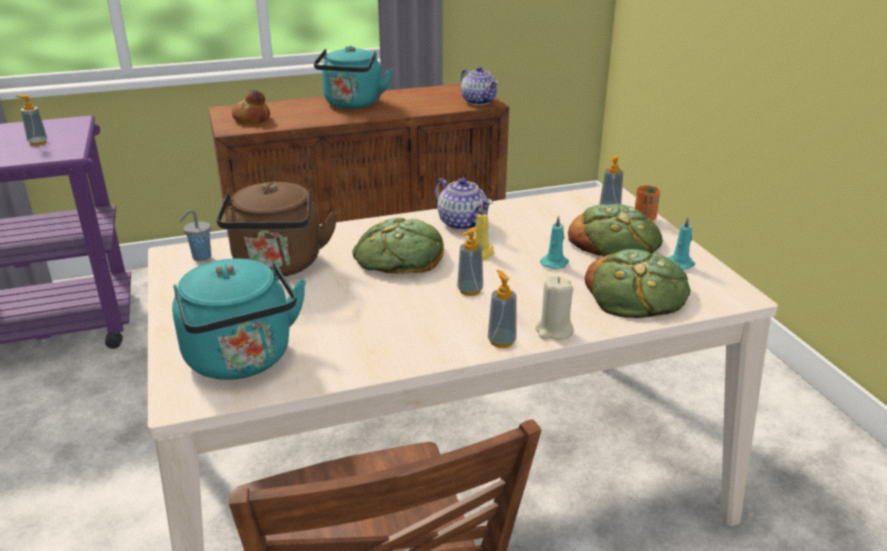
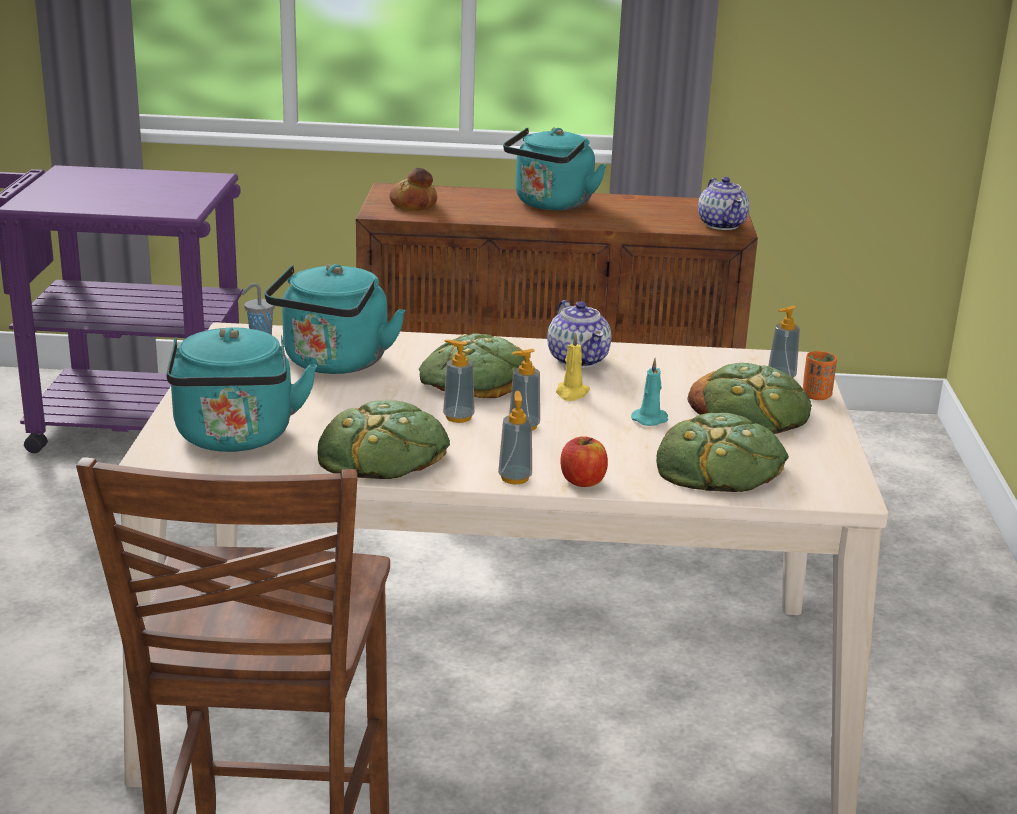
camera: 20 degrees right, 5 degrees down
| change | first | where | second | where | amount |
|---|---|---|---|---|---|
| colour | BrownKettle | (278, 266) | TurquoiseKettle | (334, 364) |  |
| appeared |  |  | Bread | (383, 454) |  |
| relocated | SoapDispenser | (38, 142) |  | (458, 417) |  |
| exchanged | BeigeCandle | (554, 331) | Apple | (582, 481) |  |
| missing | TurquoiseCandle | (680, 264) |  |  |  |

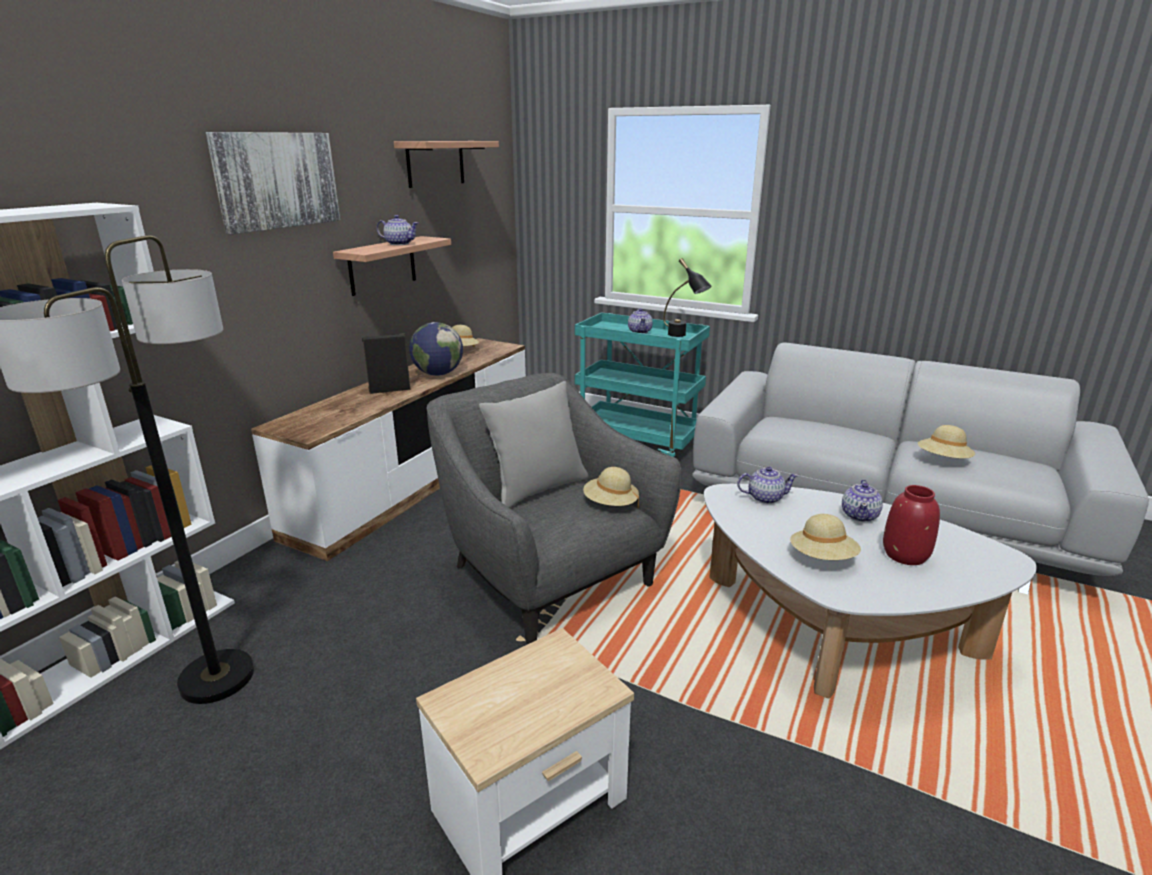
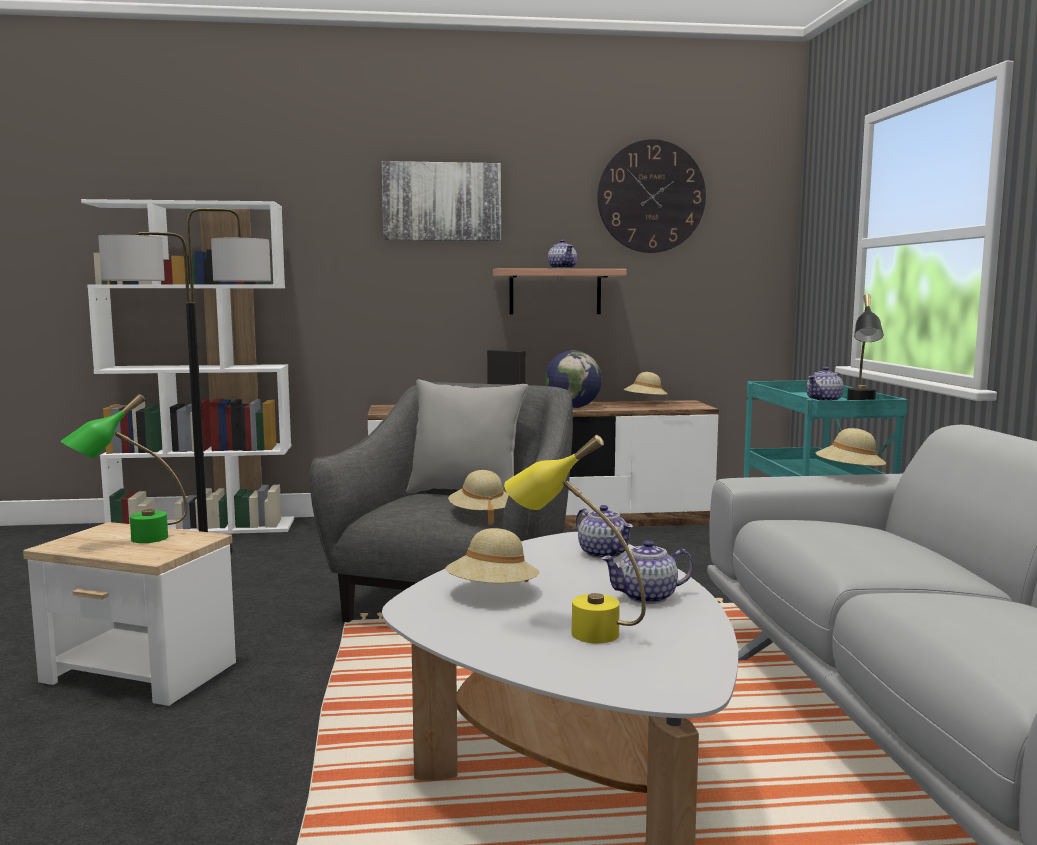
camera: 55 degrees right, 15 degrees down
| change | first | where | second | where | amount |
|---|---|---|---|---|---|
| appeared |  |  | GreenTableLamp | (131, 541) |  |
| exchanged | RedVase | (906, 555) | YellowTableLamp | (573, 629) |  |
| exchanged | Shelf | (435, 163) | WallClock | (651, 196) |  |
| relocated | BeigeHat | (943, 460) |  | (849, 474) |  |

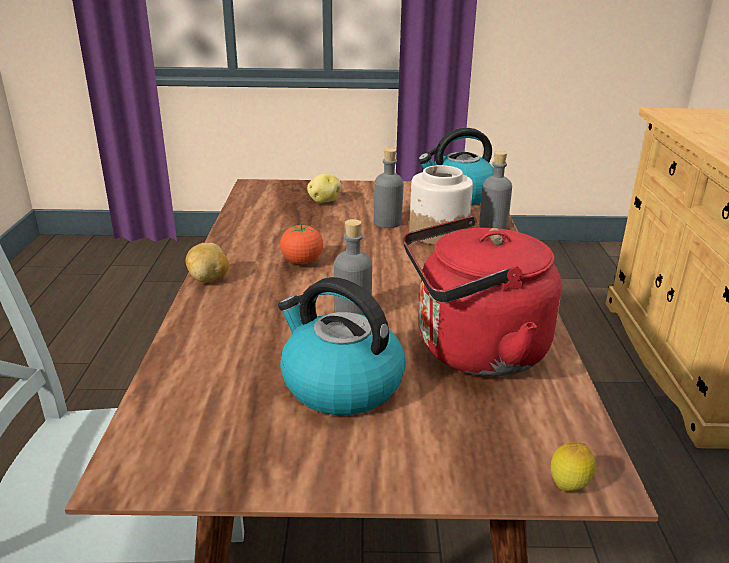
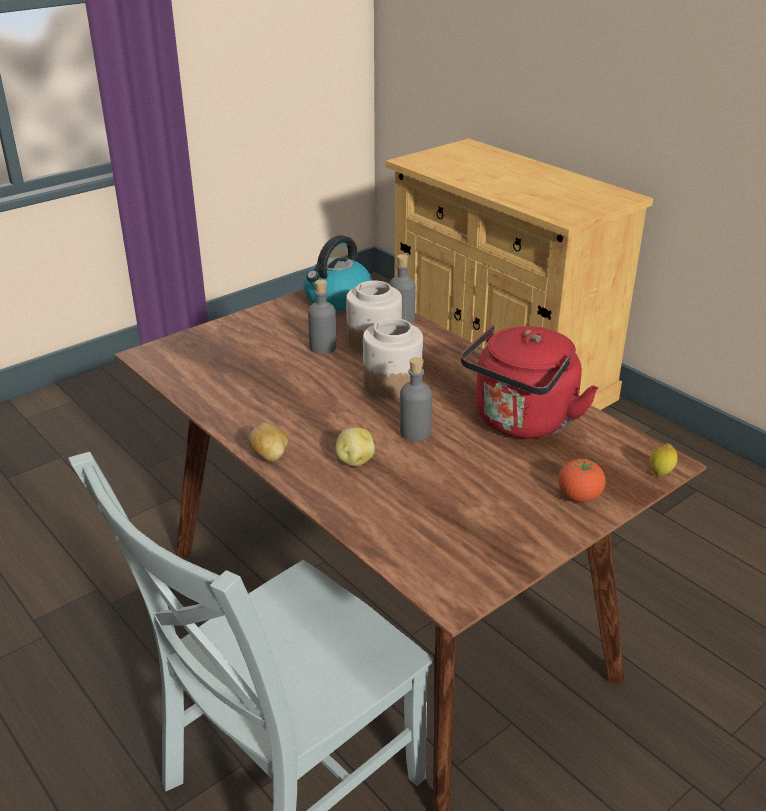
camera: 40 degrees left, 5 degrees up
| change | first | where | second | where | amount |
|---|---|---|---|---|---|
| relocated | Potato | (324, 201) |  | (354, 460) |  |
| appeared |  |  | Jar | (391, 383) |  |
| relocated | Tomato | (302, 262) |  | (579, 497) |  |
| missing | Kettle | (340, 384) |  |  |  |

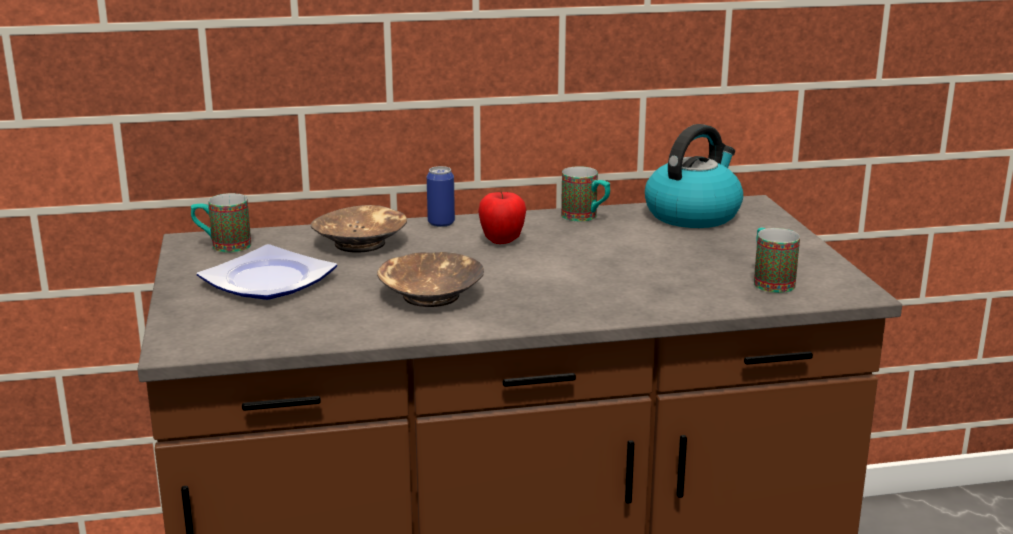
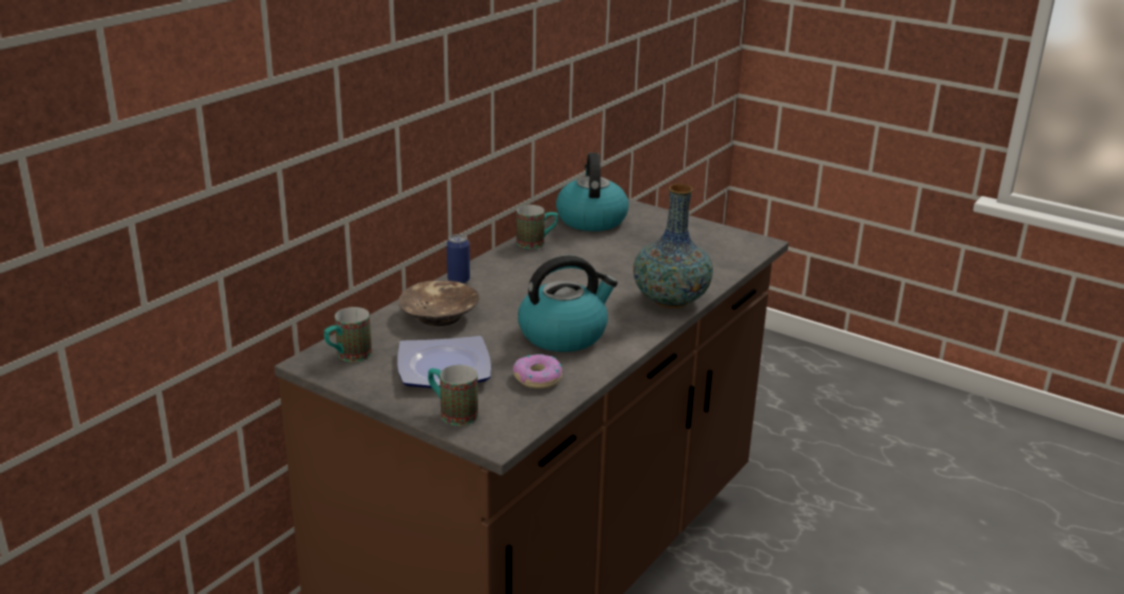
camera: 45 degrees left, 5 degrees up
| change | first | where | second | where | amount |
|---|---|---|---|---|---|
| relocated | Mug | (769, 281) |  | (452, 413) |  |
| appeared |  |  | Donut | (537, 378) |  |
| exchanged | BrownBowl | (430, 295) | Kettle | (564, 334) |  |
| appeared |  |  | Vase | (670, 300) |  |
| missing | Apple | (502, 241) |  |  |  |

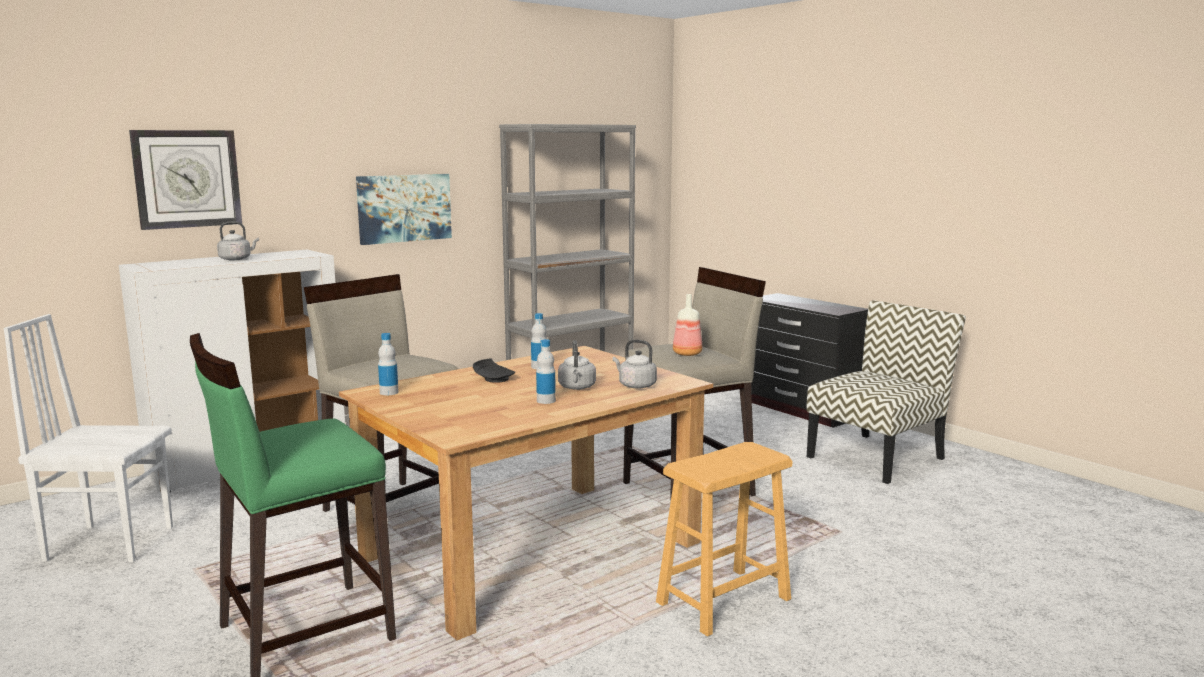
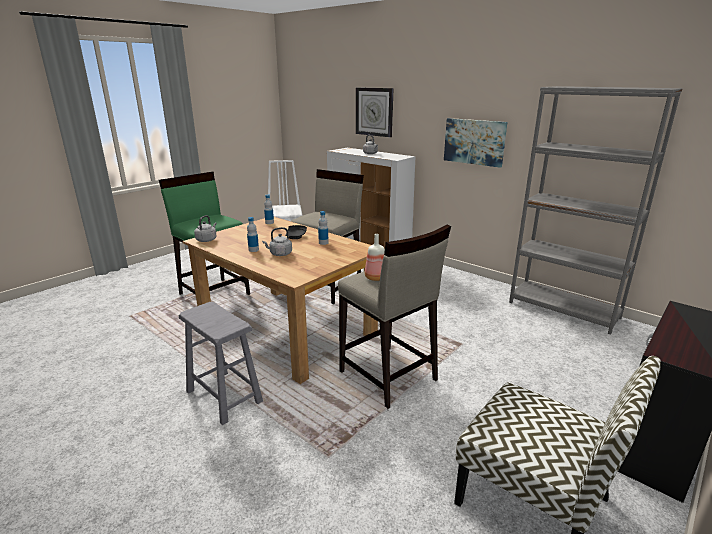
camera: 80 degrees right, 10 degrees up
| change | first | where | second | where | amount |
|---|---|---|---|---|---|
| colour | BrownStool | (724, 601) | GreyStool | (224, 397) |  |
| relocated | GreyKettle | (635, 385) |  | (207, 240) |  |

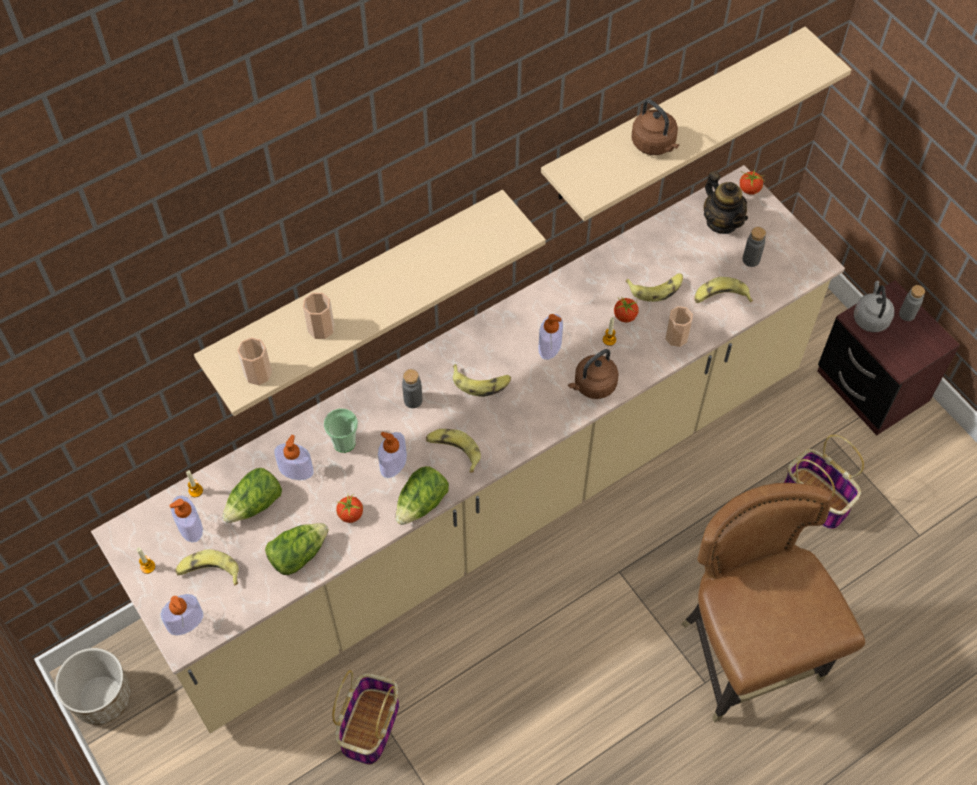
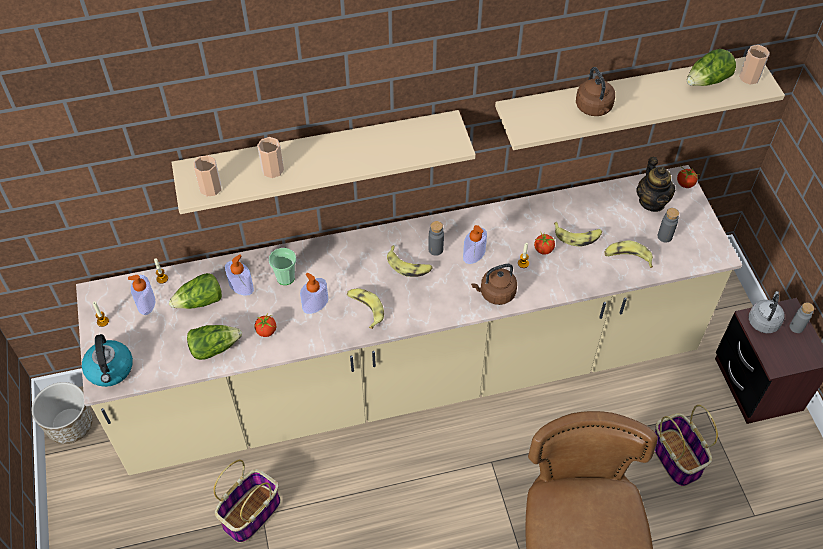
camera: 20 degrees right, 5 degrees down
| change | first | where | second | where | amount |
|---|---|---|---|---|---|
| exchanged | SoapDispenser | (185, 622) | Kettle | (110, 370) |  |
| relocated | GreyBottle | (413, 400) |  | (435, 249) |  |
| relocated | Lettuce | (422, 503) |  | (707, 81) |  |
| relocated | Cup | (676, 337) |  | (749, 77) |  |
| missing | Banana | (208, 571) |  |  |  |

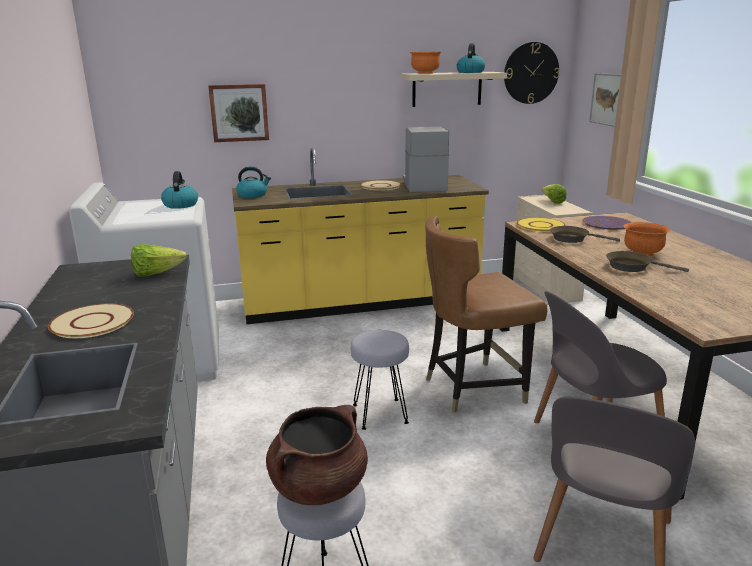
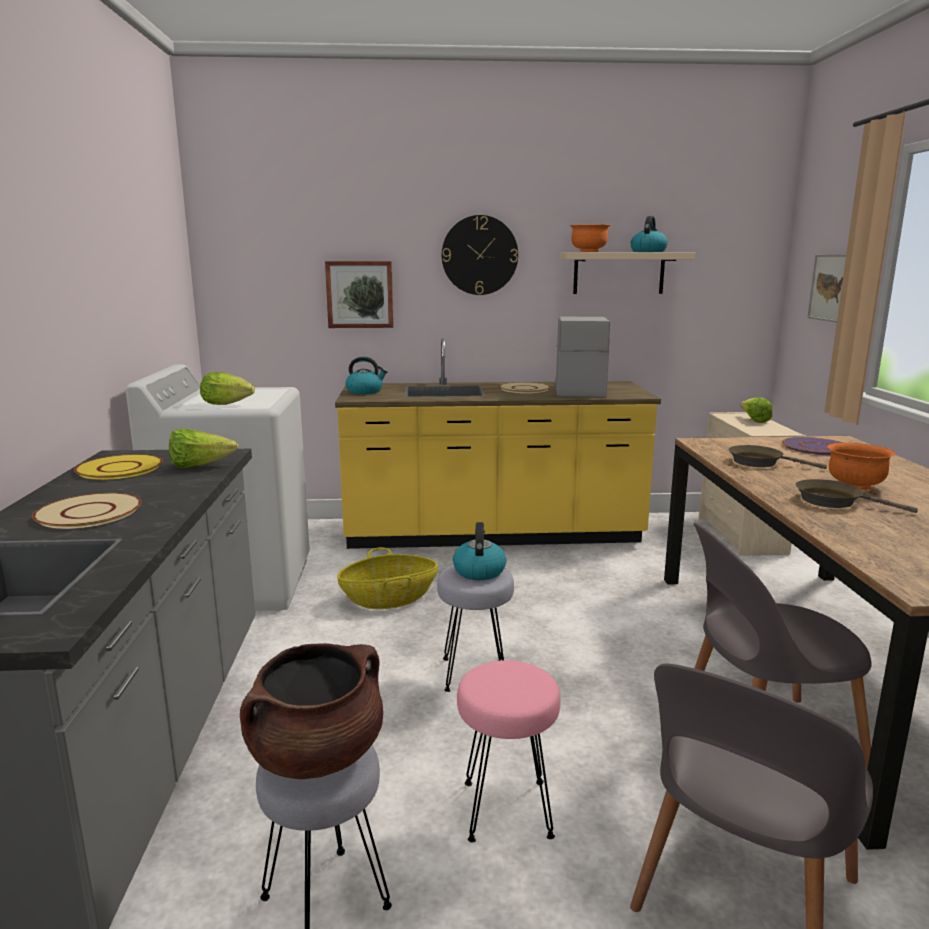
camera: 10 degrees right, 5 degrees down
| change | first | where | second | where | amount |
|---|---|---|---|---|---|
| relocated | YellowPlate | (540, 225) |  | (120, 468) |  |
| appeared |  |  | Lettuce | (226, 404) |  |
| appeared |  |  | Basket | (389, 598) |  |
| relocated | WallClock | (531, 73) |  | (479, 255) |  |
| relocated | Kettle | (180, 205) |  | (479, 571) |  |
| appeared |  |  | PinkStool | (505, 809) |  |
| missing | BrownChair | (473, 388) |  |  |  |

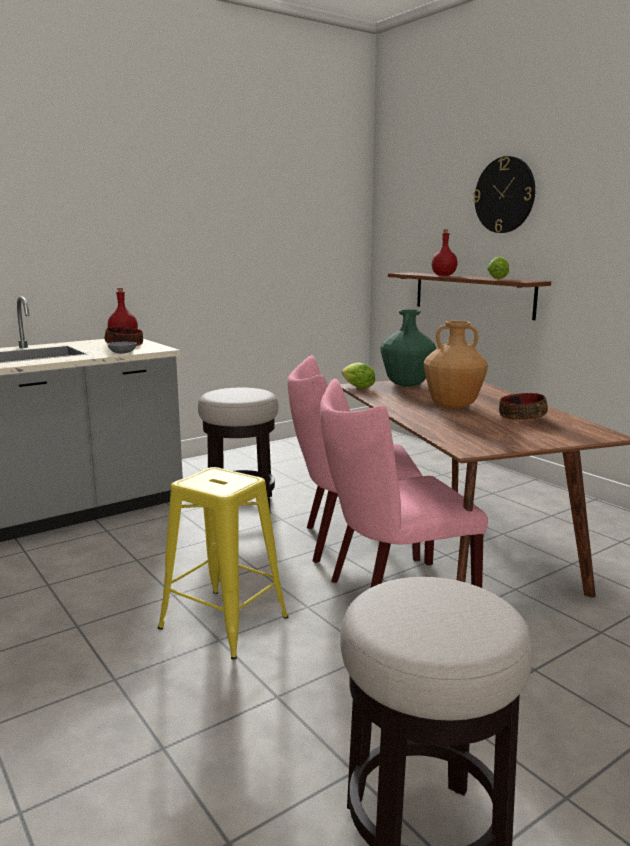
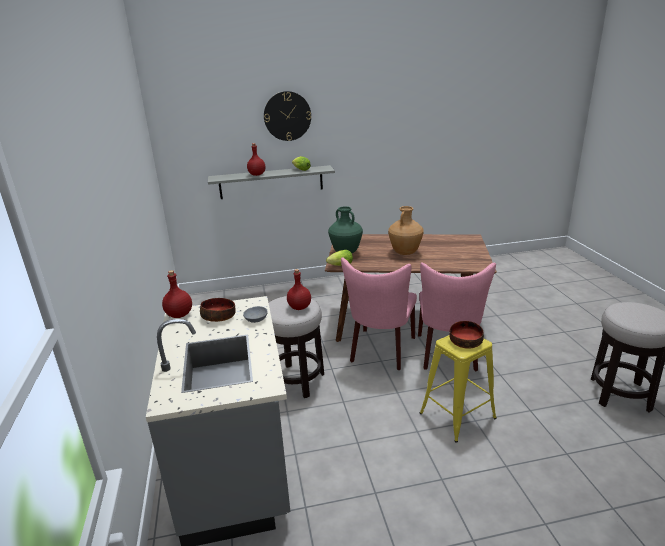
camera: 65 degrees left, 10 degrees up
| change | first | where | second | where | amount |
|---|---|---|---|---|---|
| colour | BrownShelf | (472, 294) | GreyShelf | (271, 182) |  |
| appeared |  |  | RedBottle | (299, 307) |  |
| relocated | Bowl | (521, 417) |  | (465, 341) |  |

